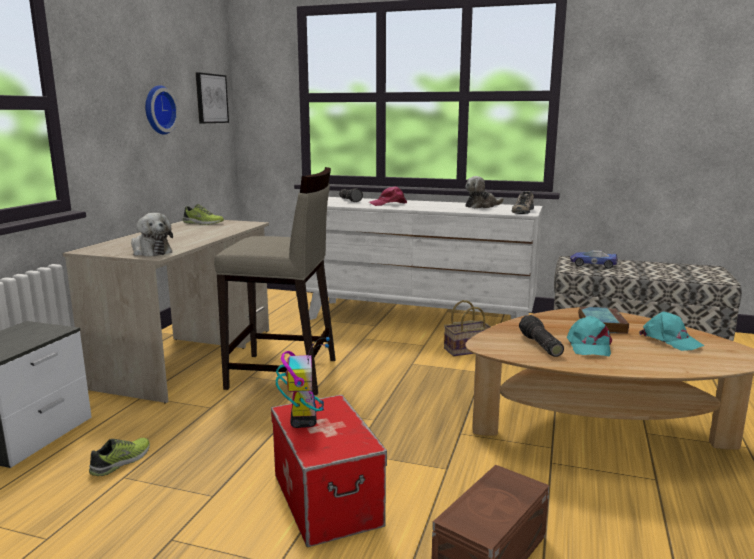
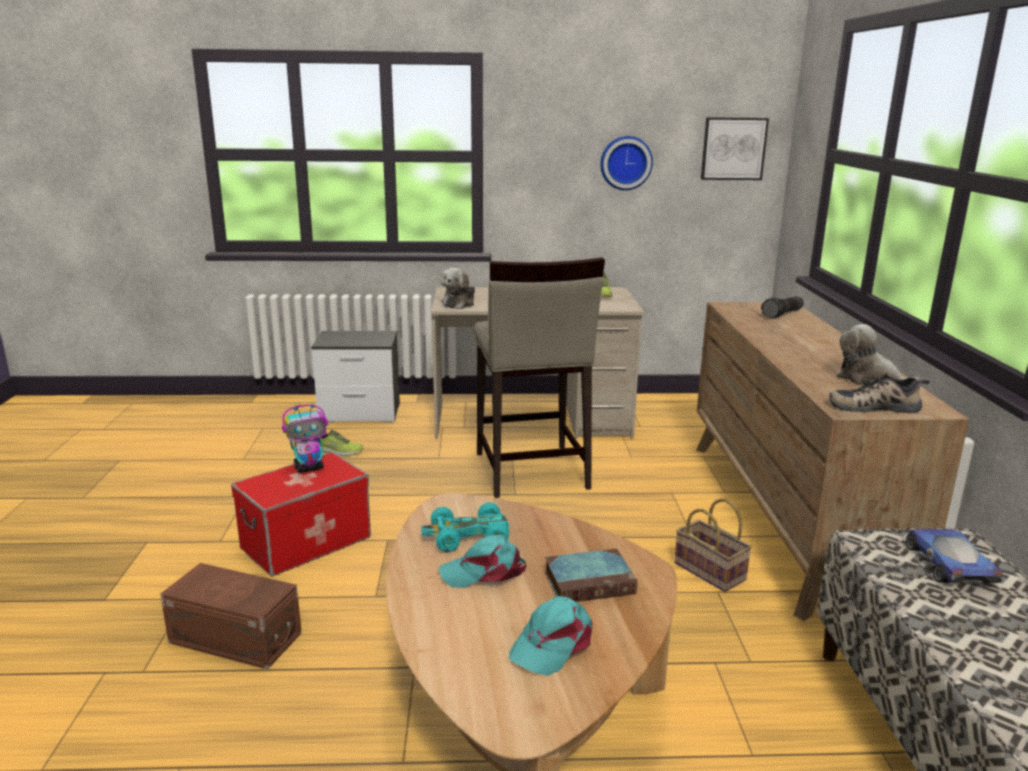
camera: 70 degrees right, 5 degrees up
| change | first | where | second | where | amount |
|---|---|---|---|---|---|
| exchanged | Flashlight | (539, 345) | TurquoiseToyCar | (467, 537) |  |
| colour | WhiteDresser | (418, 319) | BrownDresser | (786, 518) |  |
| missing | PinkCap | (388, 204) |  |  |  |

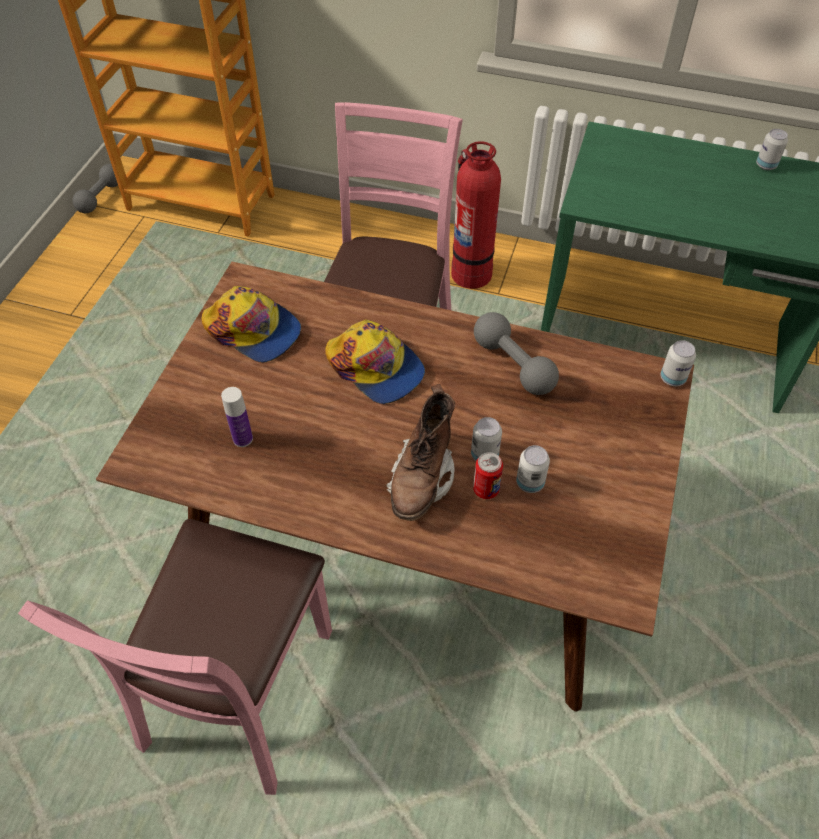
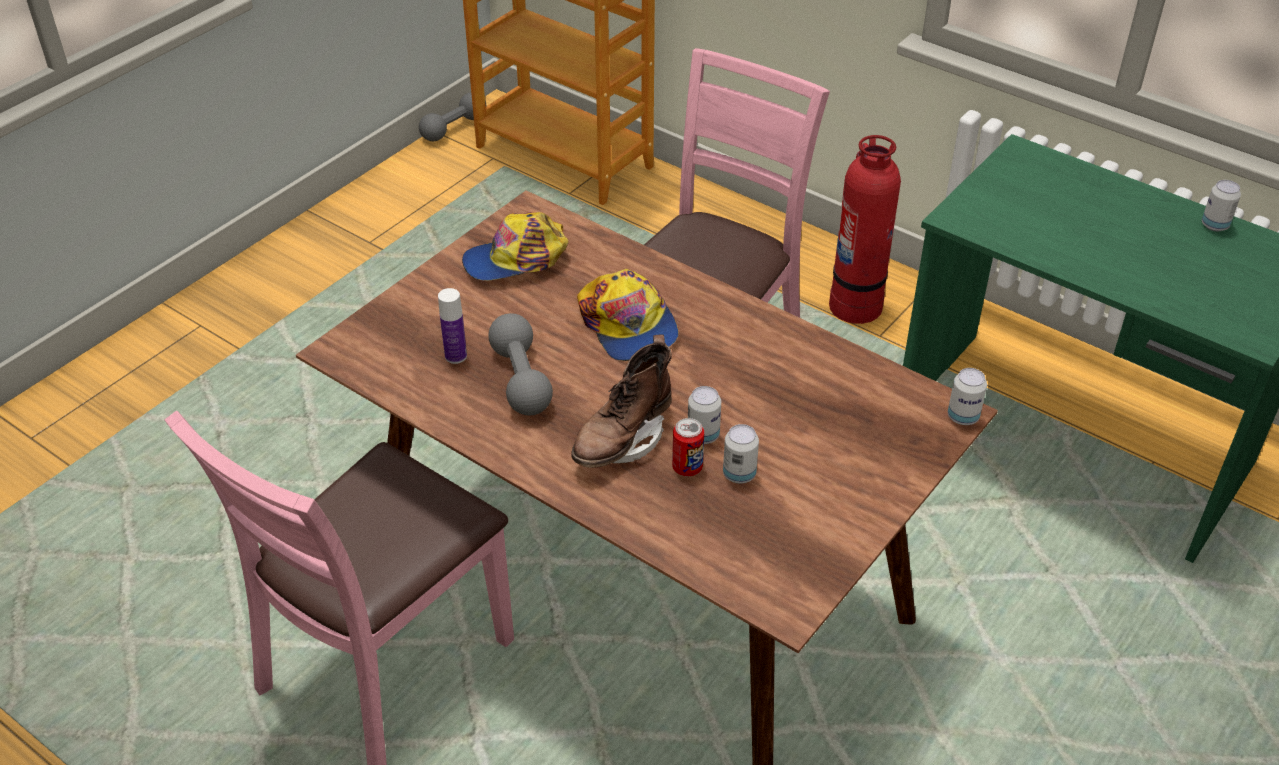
camera: 20 degrees right, 10 degrees down
| change | first | where | second | where | amount |
|---|---|---|---|---|---|
| spun | Cap | (253, 330) |  | (516, 260) | 105 degrees clockwise |
| relocated | GreyDumbbell | (513, 365) |  | (521, 379) |  |

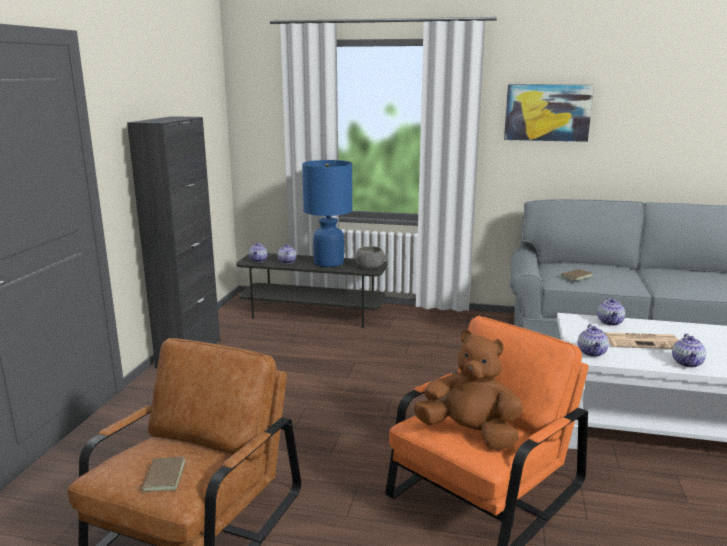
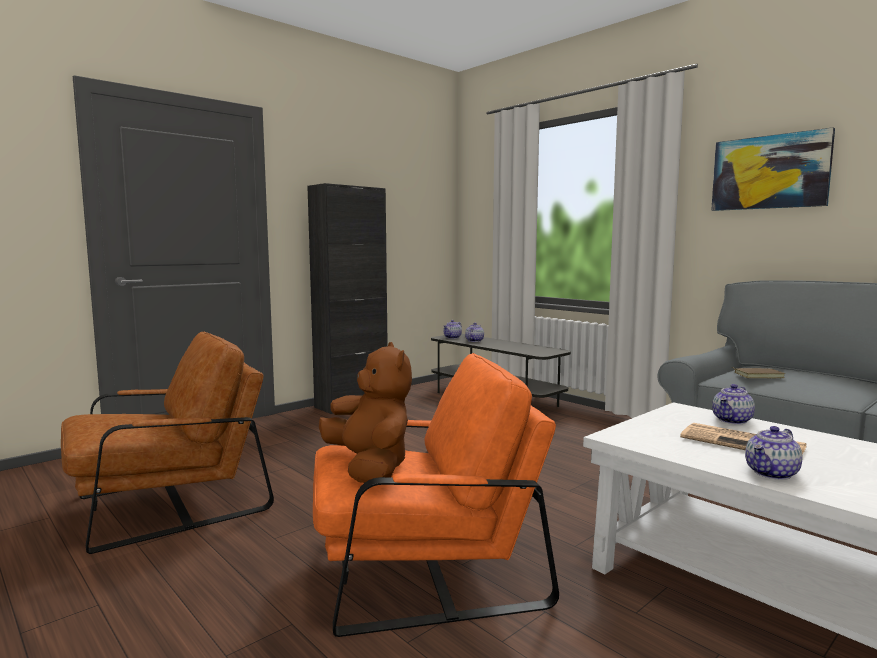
camera: 35 degrees right, 10 degrees down
| change | first | where | second | where | amount |
|---|---|---|---|---|---|
| missing | BrownBook | (162, 477) |  |  |  |
| missing | BlueTableLamp | (328, 263) |  |  |  |
| missing | GreyBowl | (369, 267) |  |  |  |
| missing | Teapot | (592, 352) |  |  |  |

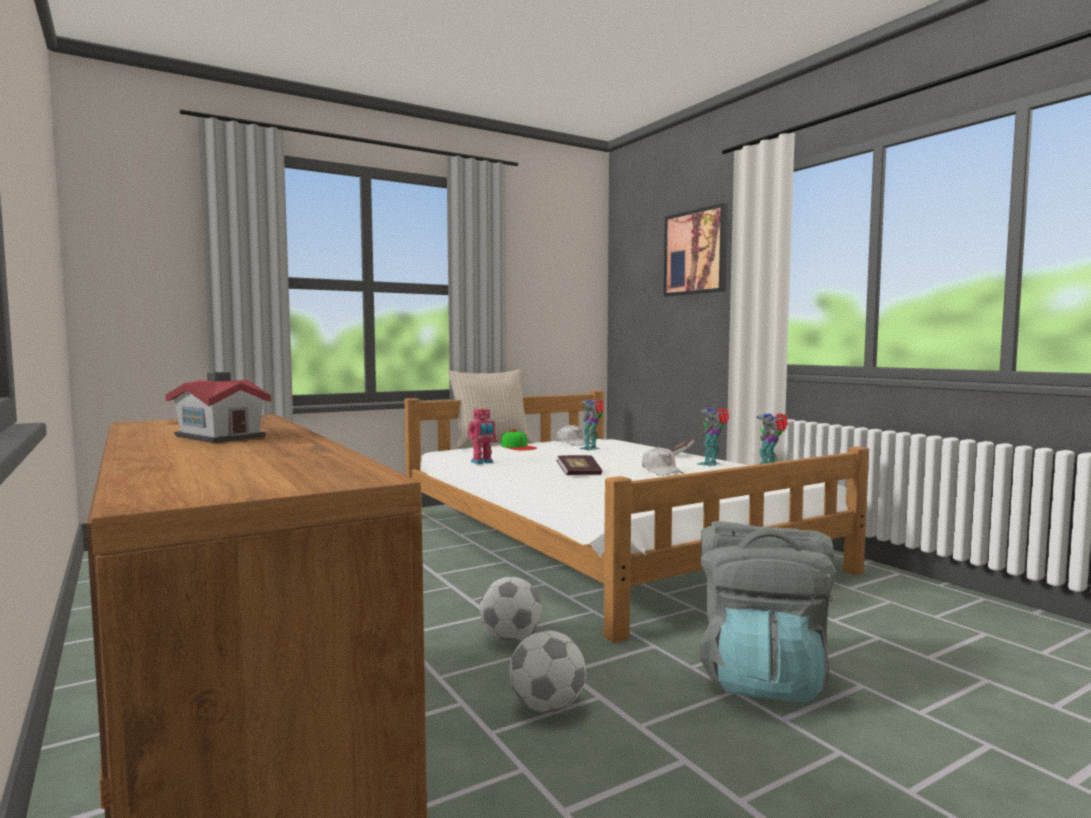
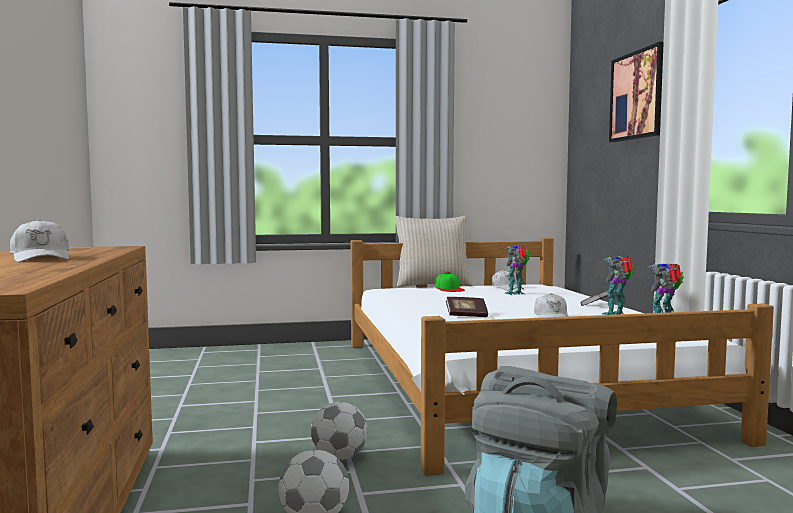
camera: 20 degrees right, 0 degrees up
| change | first | where | second | where | amount |
|---|---|---|---|---|---|
| exchanged | ToyHouse | (221, 436) | WhiteCap | (41, 258) |  |
| missing | ToyRobot | (482, 462) |  |  |  |

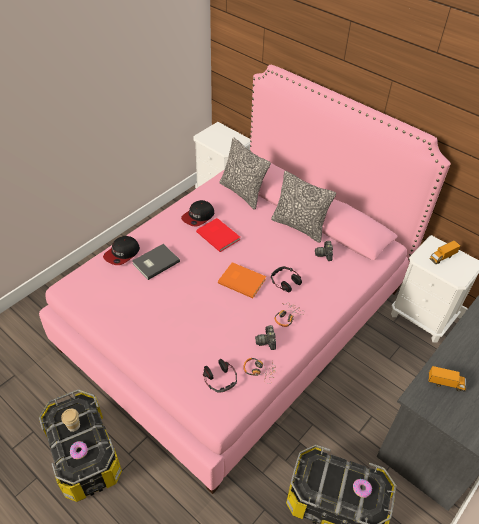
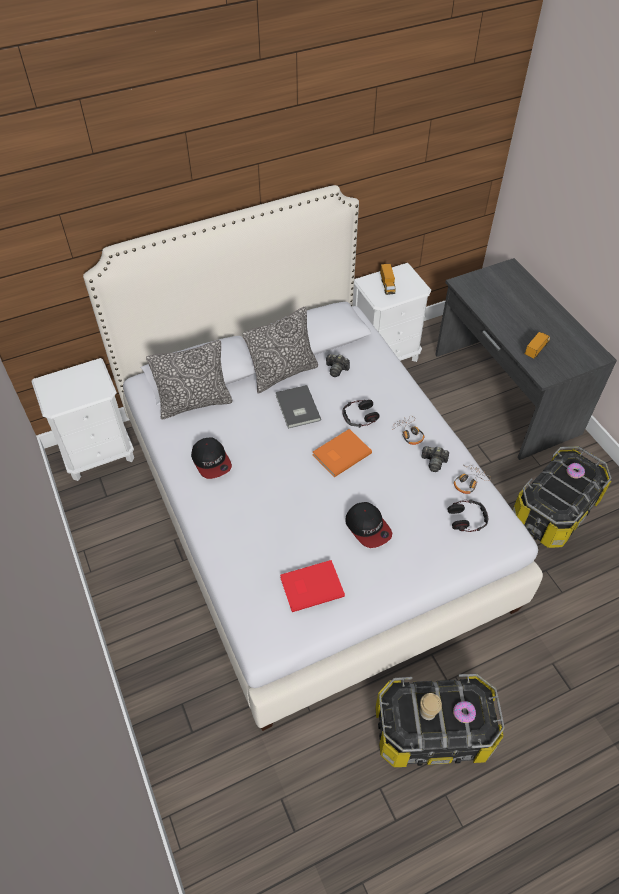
camera: 65 degrees left, 5 degrees up
| change | first | where | second | where | amount |
|---|---|---|---|---|---|
| colour | PinkBed | (237, 317) | WhiteBed | (308, 510) |  |
| relocated | GreyBook | (155, 262) |  | (296, 408) |  |
| relocated | RedBook | (218, 235) |  | (310, 586) |  |
| relocated | Cap | (122, 254) |  | (368, 527) |  |

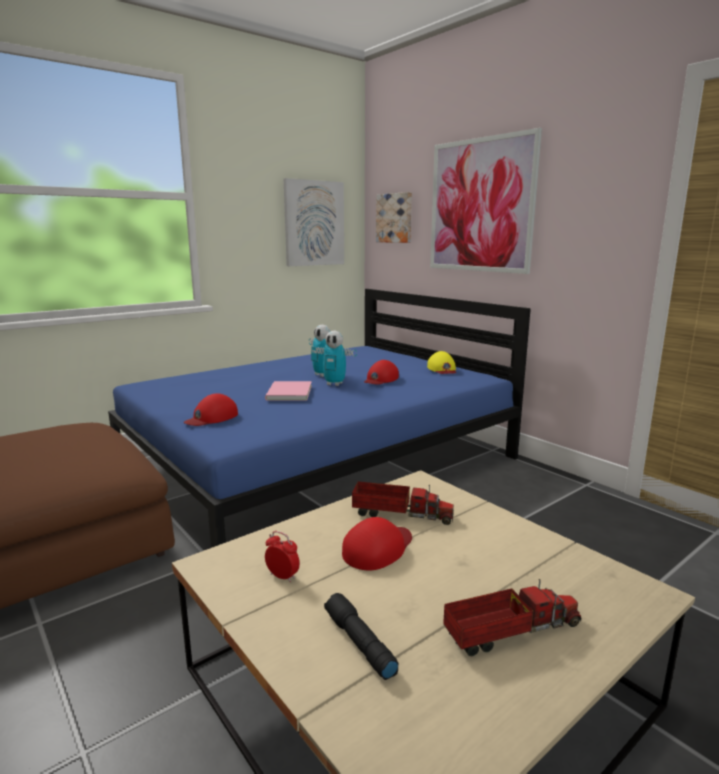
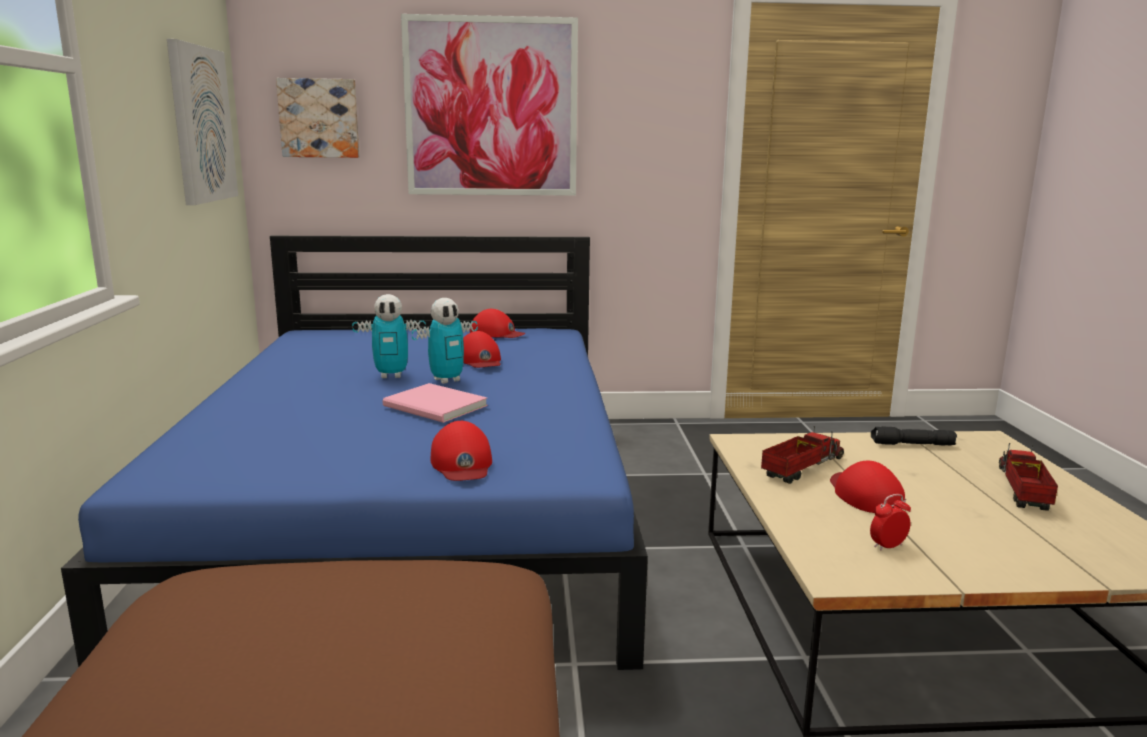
camera: 55 degrees left, 0 degrees up
| change | first | where | second | where | amount |
|---|---|---|---|---|---|
| colour | YellowCap | (442, 369) | RedCap | (497, 333) |  |
| relocated | BlackFlashlight | (358, 643) |  | (911, 445) |  |

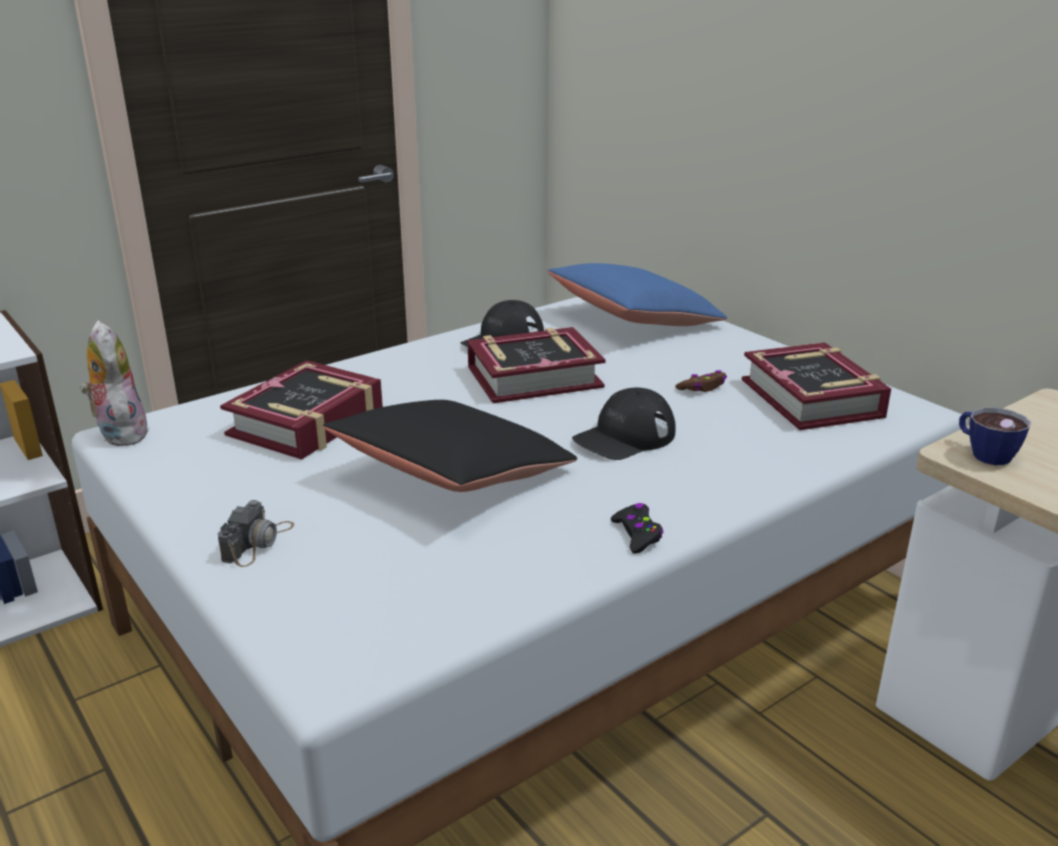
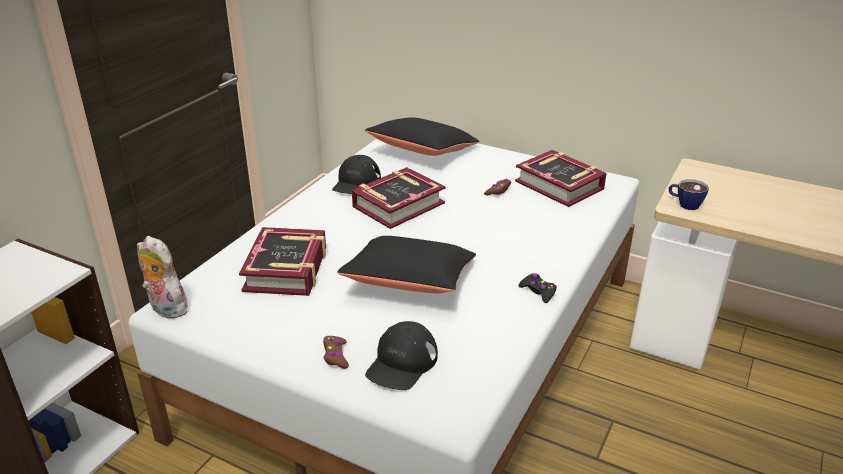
camera: 25 degrees left, 5 degrees up
| change | first | where | second | where | amount |
|---|---|---|---|---|---|
| exchanged | PhotoCamera | (258, 542) | BrownGameController | (335, 356) |  |
| colour | BluePillow | (635, 320) | BlackPillow | (423, 152) |  |
| relocated | BlackCap | (624, 437) |  | (402, 363) |  |

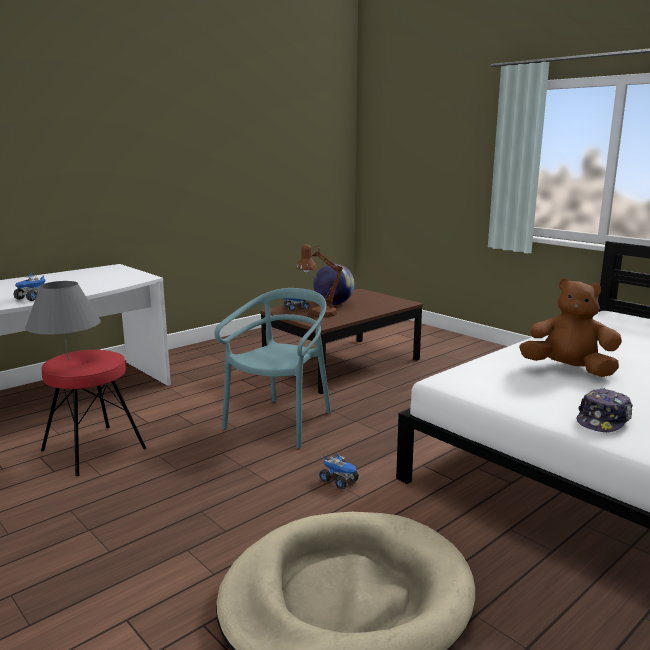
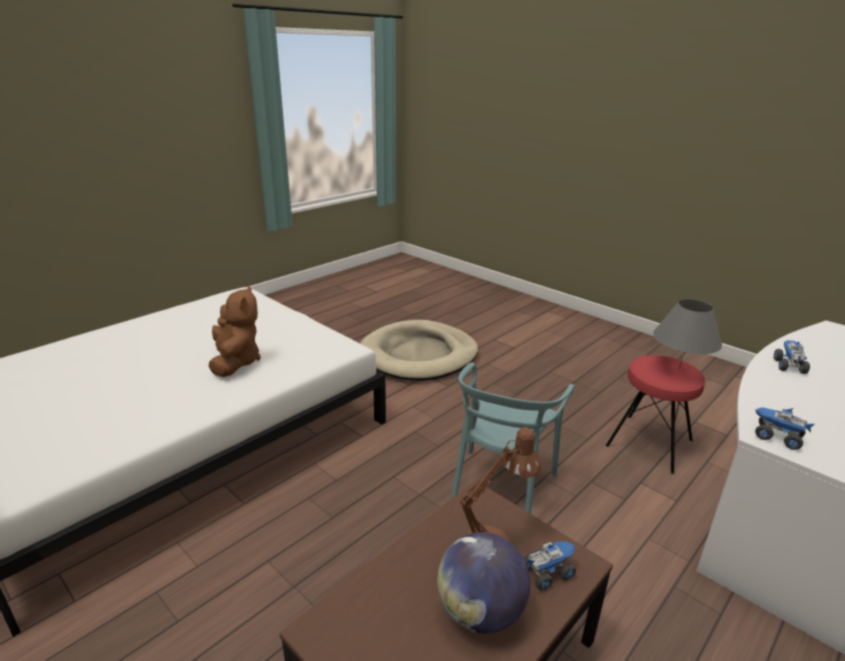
camera: 175 degrees right, 10 degrees up
| change | first | where | second | where | amount |
|---|---|---|---|---|---|
| spun | BrownPlushToy | (568, 370) |  | (235, 362) | 120 degrees counterclockwise |
| relocated | ToyTruck | (339, 481) |  | (776, 437) |  |
| missing | Cap | (603, 420) |  |  |  |

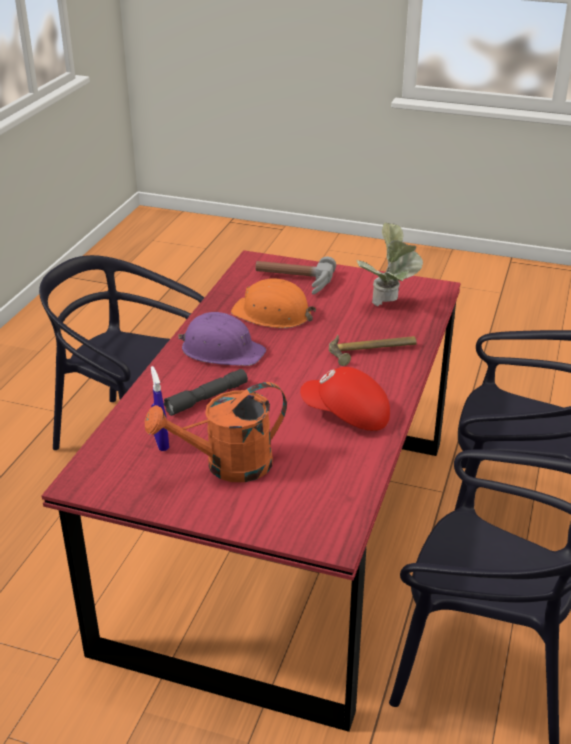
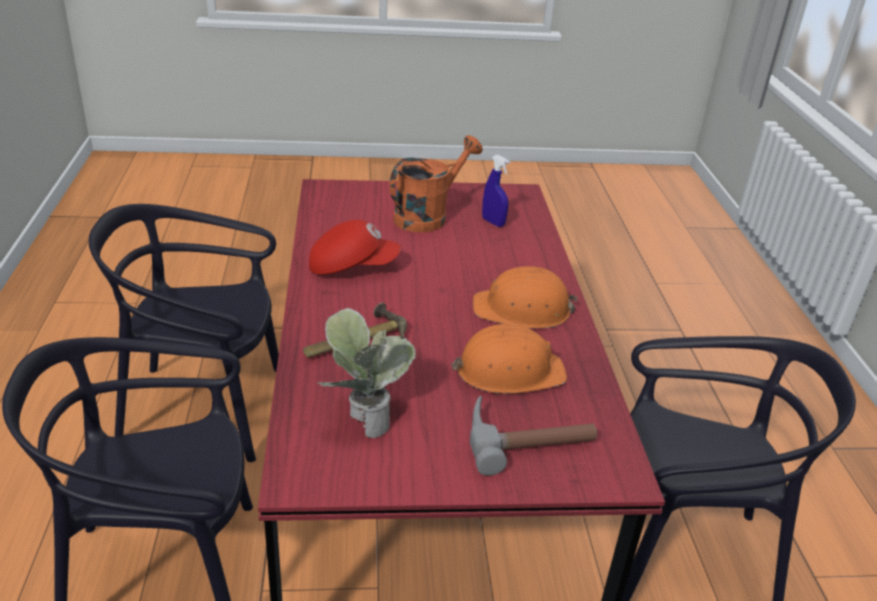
camera: 155 degrees right, 0 degrees up
| change | first | where | second | where | amount |
|---|---|---|---|---|---|
| colour | PurpleHardHat | (222, 350) | OrangeHardHat | (523, 309) |  |
| missing | GreyFlashlight | (207, 398) |  |  |  |

